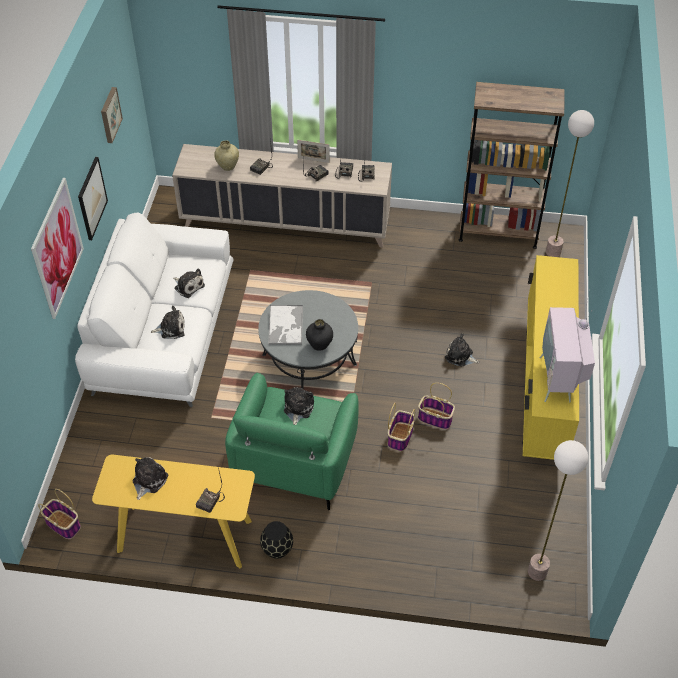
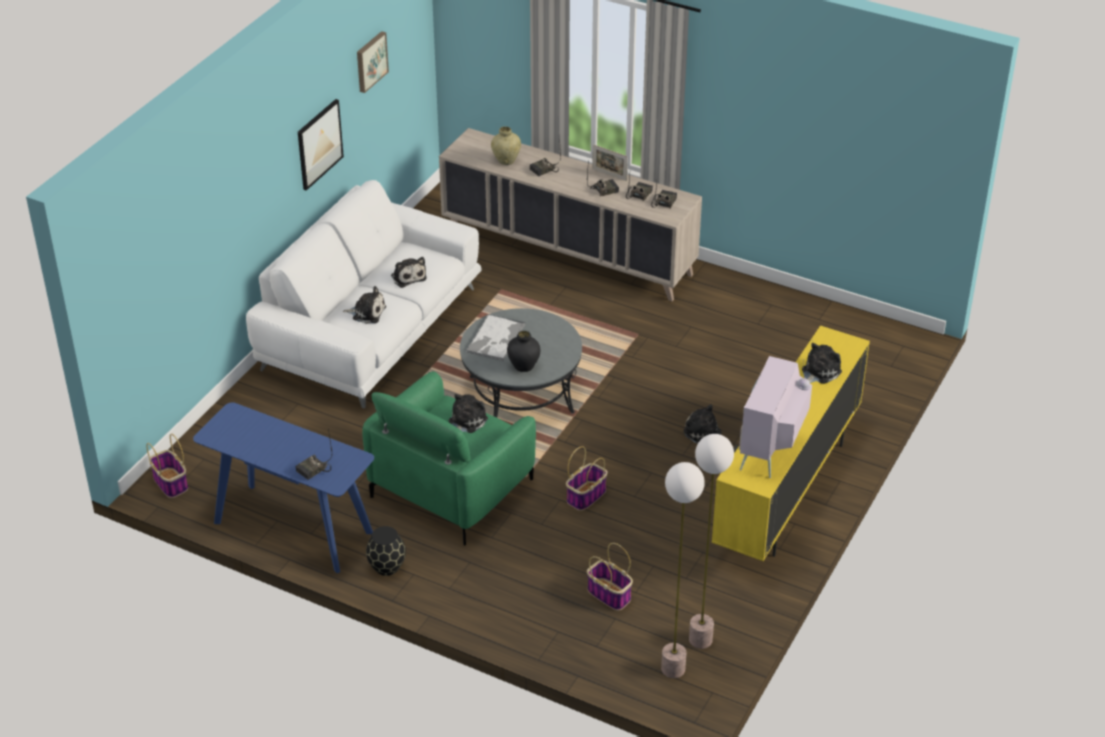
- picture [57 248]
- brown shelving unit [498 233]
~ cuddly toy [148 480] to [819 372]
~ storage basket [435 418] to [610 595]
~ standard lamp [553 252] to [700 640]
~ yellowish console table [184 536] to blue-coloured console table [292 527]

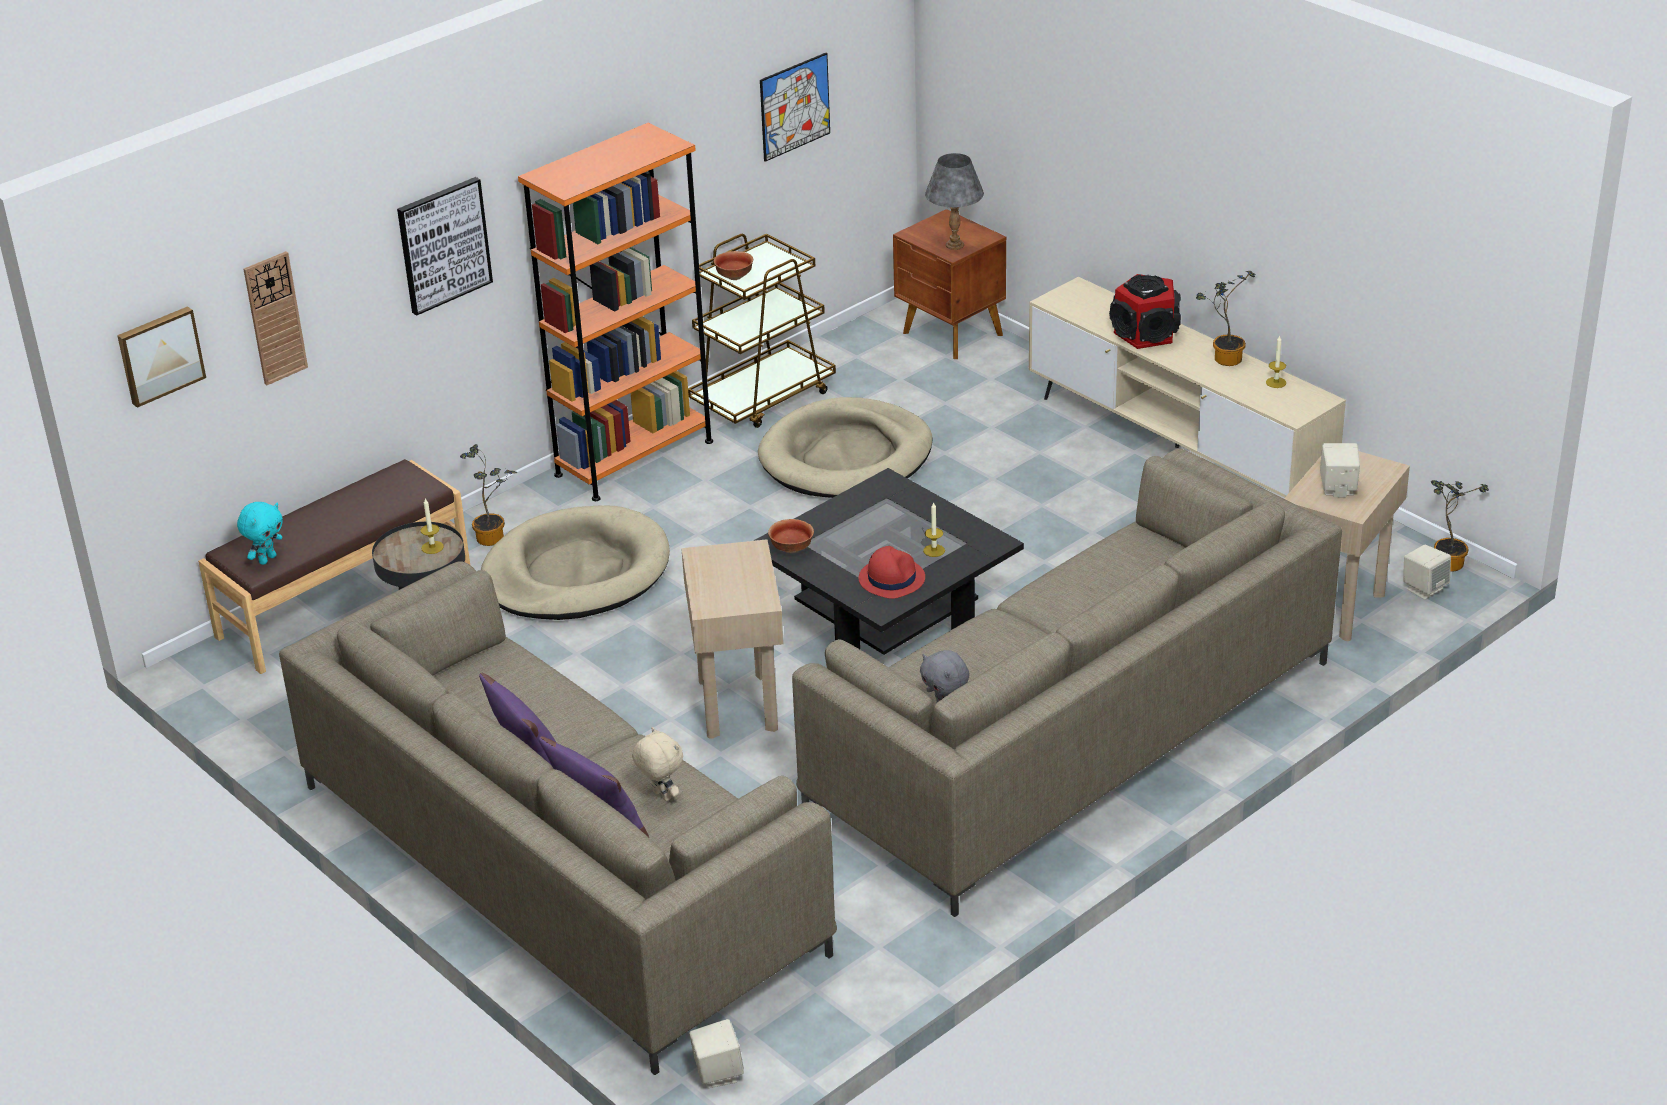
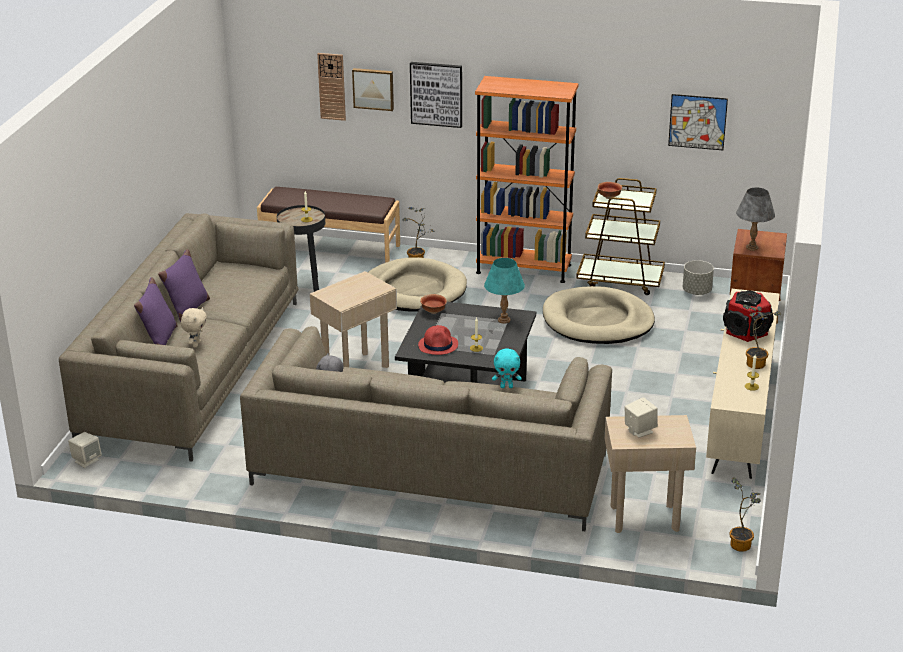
- beige-coloured speaker [1424 588]
+ blue-green lamp for a table [504 320]
+ greyish flower pot [696 291]
~ picture [159 355] to [373 88]
~ blue-green cuddly toy [267 559] to [506 386]

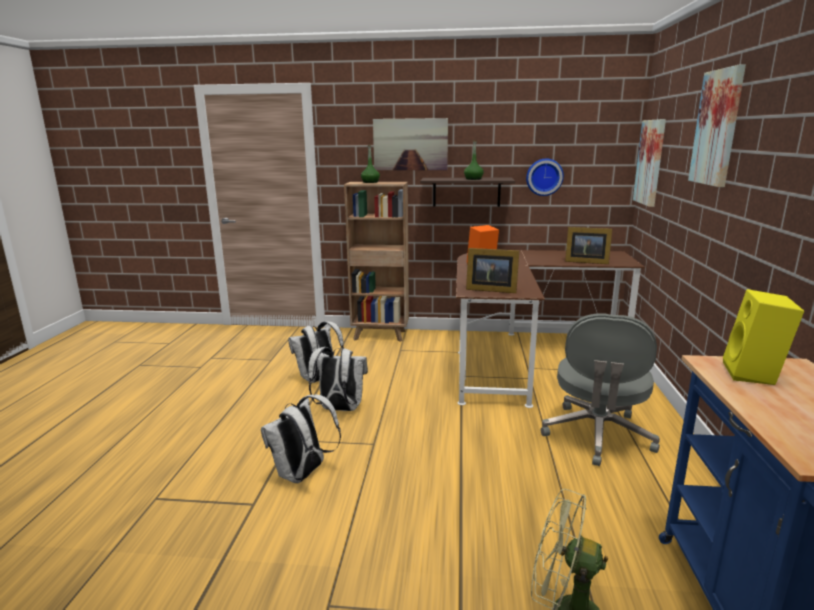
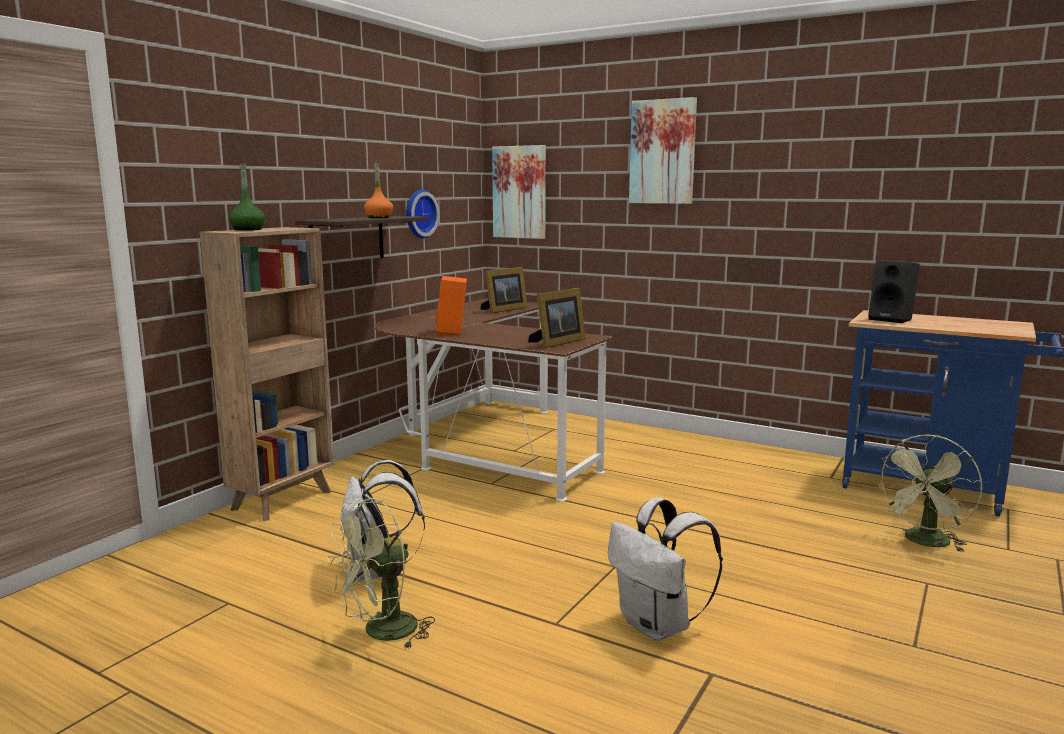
- white rucksack [339 409]
- picture [410 144]
- greyish office chair [597 435]
+ green-coloured fan [381 633]
~ green-coloured drink bottle [473 179] to orange-coloured drink bottle [379 217]
~ yellowish speaker [754 375] to black-coloured speaker [892 319]

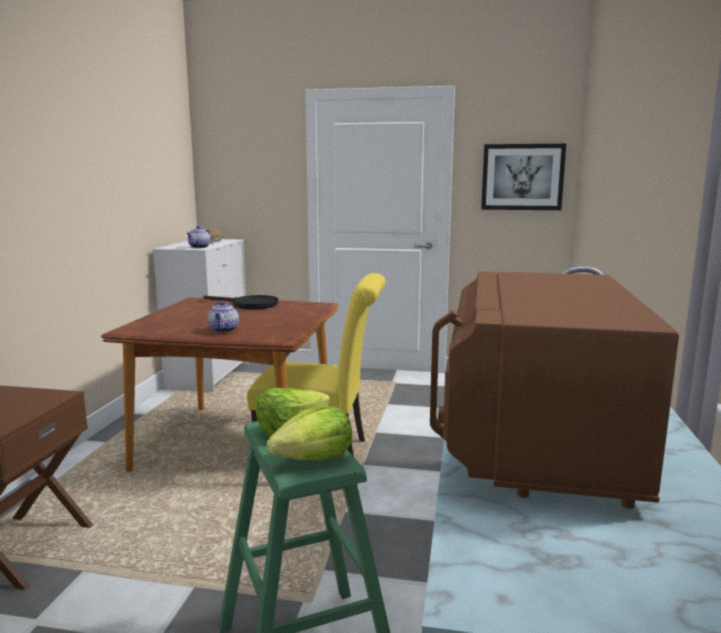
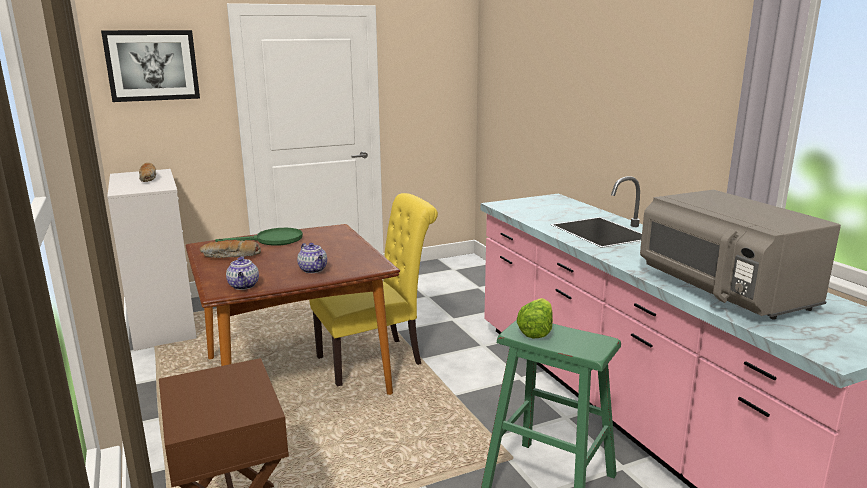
- lettuce head [314 459]
+ bread [231 256]
~ pot for tea [199 247] to [244 286]
~ picture [522 177] to [152 65]
~ black-coloured pan [249 305] to green-coloured pan [272 240]
~ brown kitchen microwave [533 439] to greyish kitchen microwave [724 291]

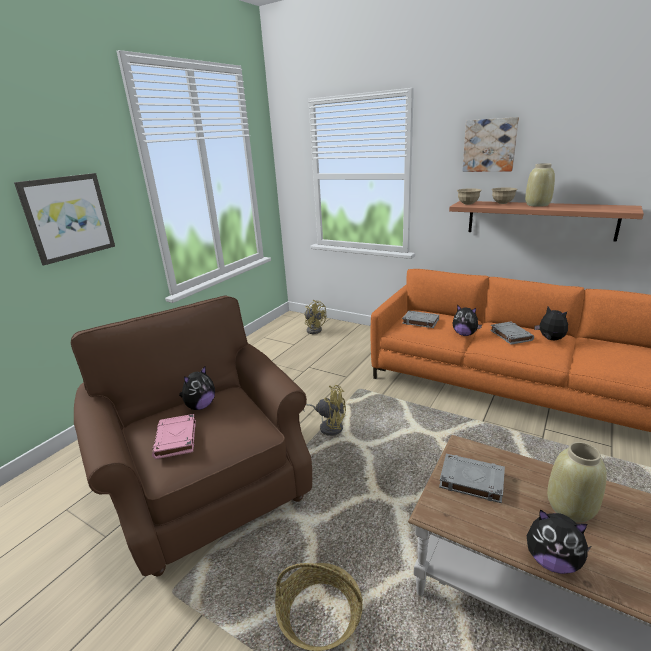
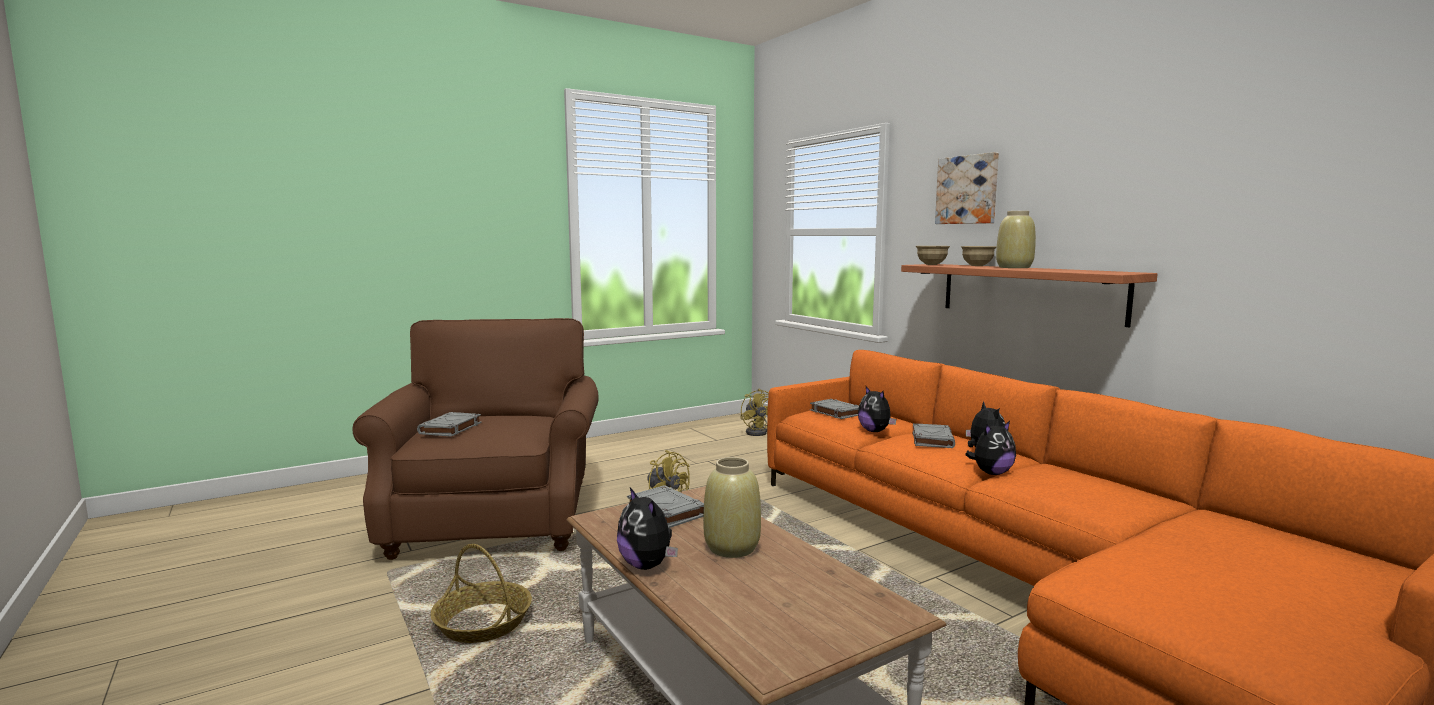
- picture [68 217]
~ cuddly toy [200 406] to [991 473]
~ pinkish book [176 439] to greyish book [450 428]

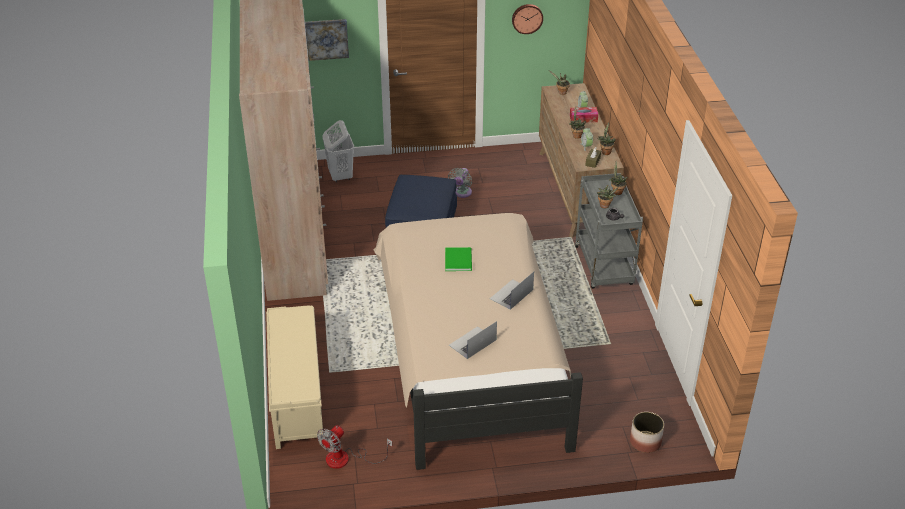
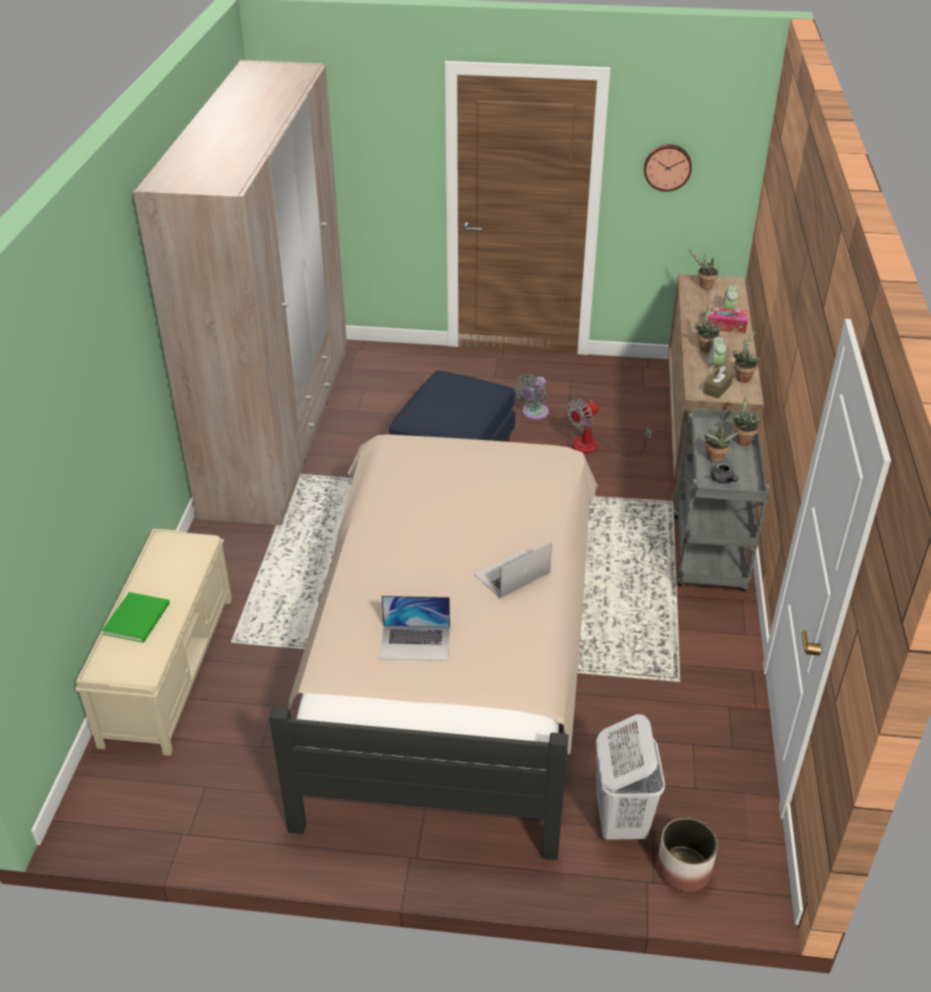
- picture [326 39]
~ fan [346 459] to [595 446]
~ white hamper [340 176] to [621 820]
~ green-coloured book [459 259] to [139 618]
~ notebook computer [472 342] = [415 642] 150 degrees counterclockwise

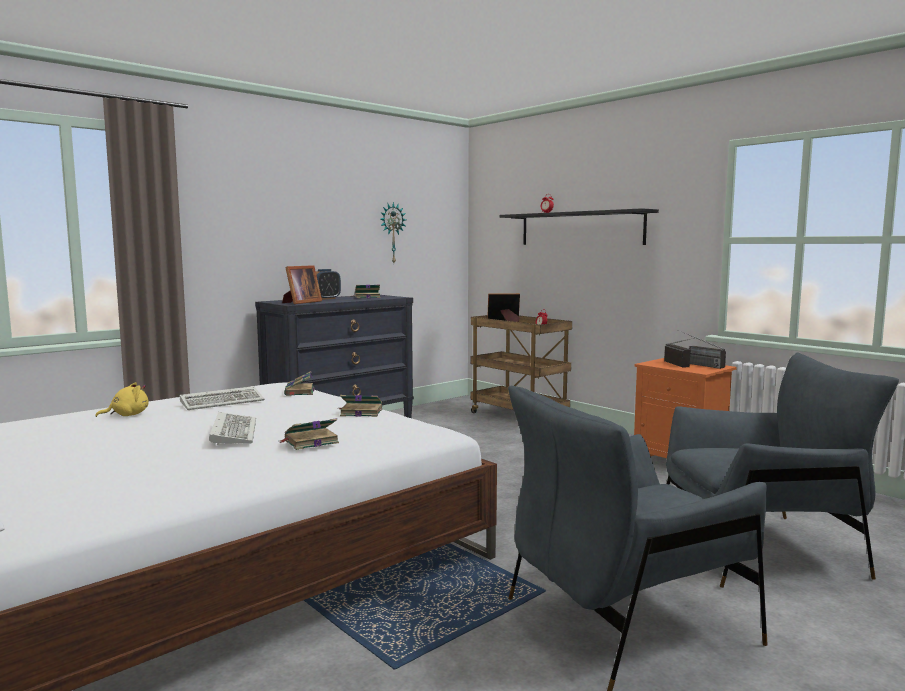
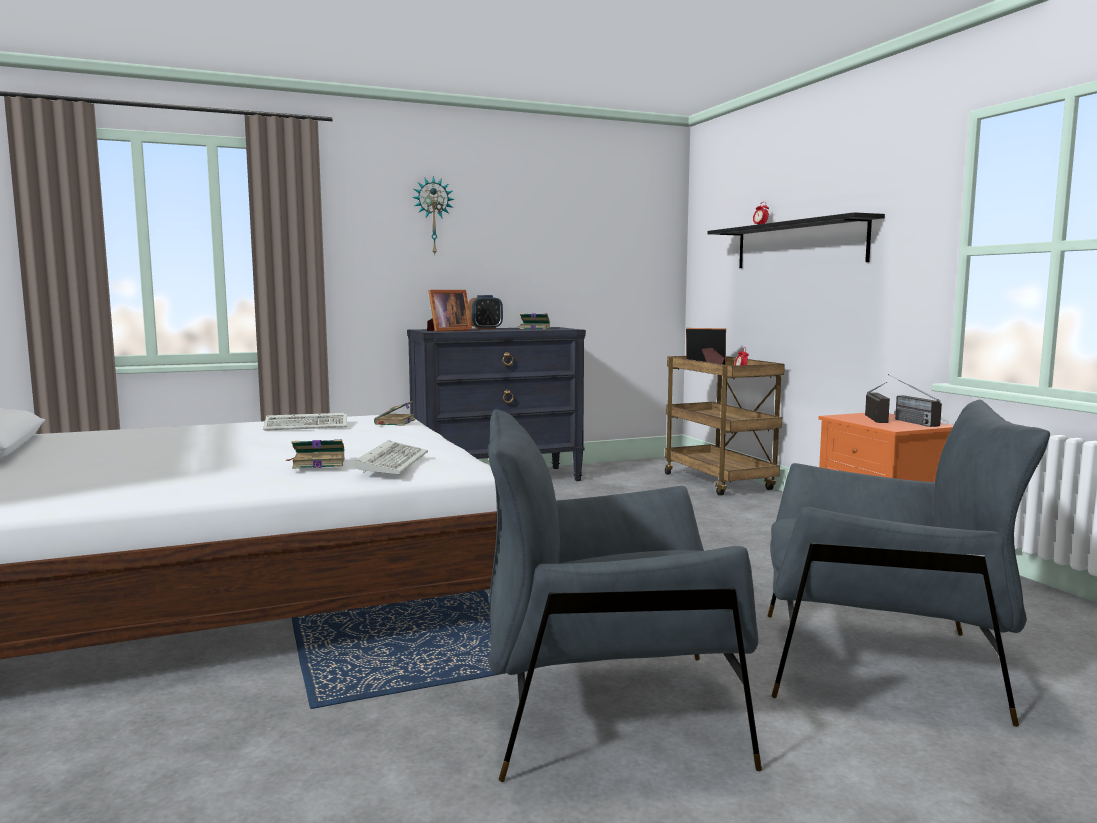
- yellowish cuddly toy [127 415]
- book [360 412]
~ PC keyboard [232 432] to [392 462]
~ wall clock [391 233] to [433 216]

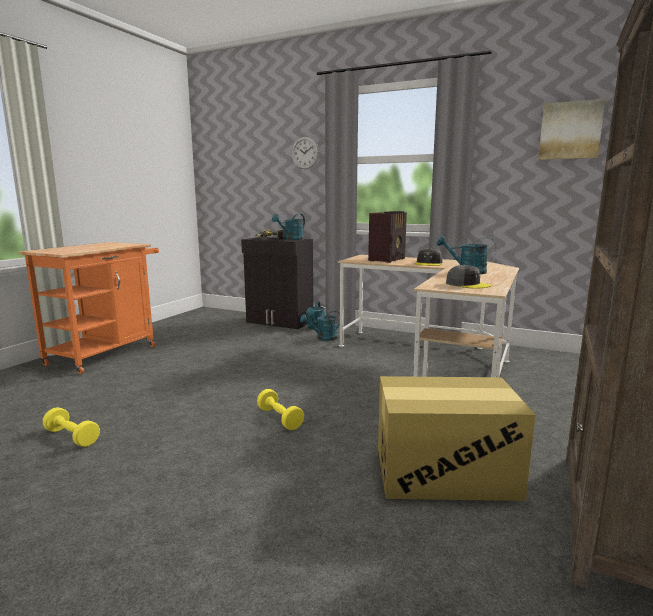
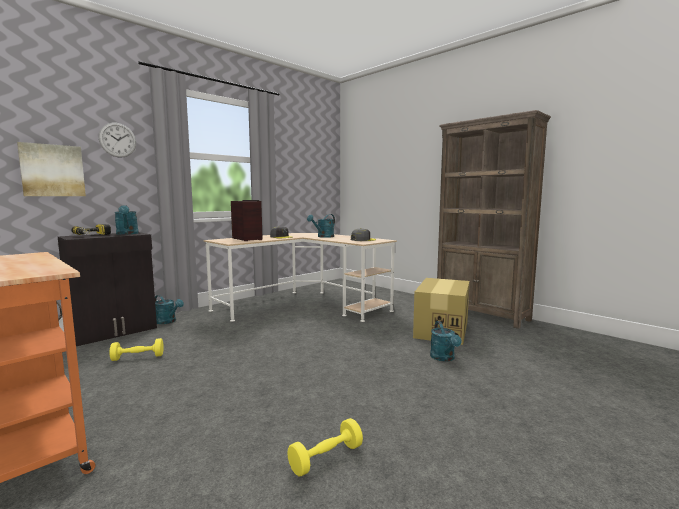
~ yellowish hand weight [280 418] to [138 357]
~ blue-green sprinkling can [323 338] to [444 358]
~ picture [570 130] to [52 170]

